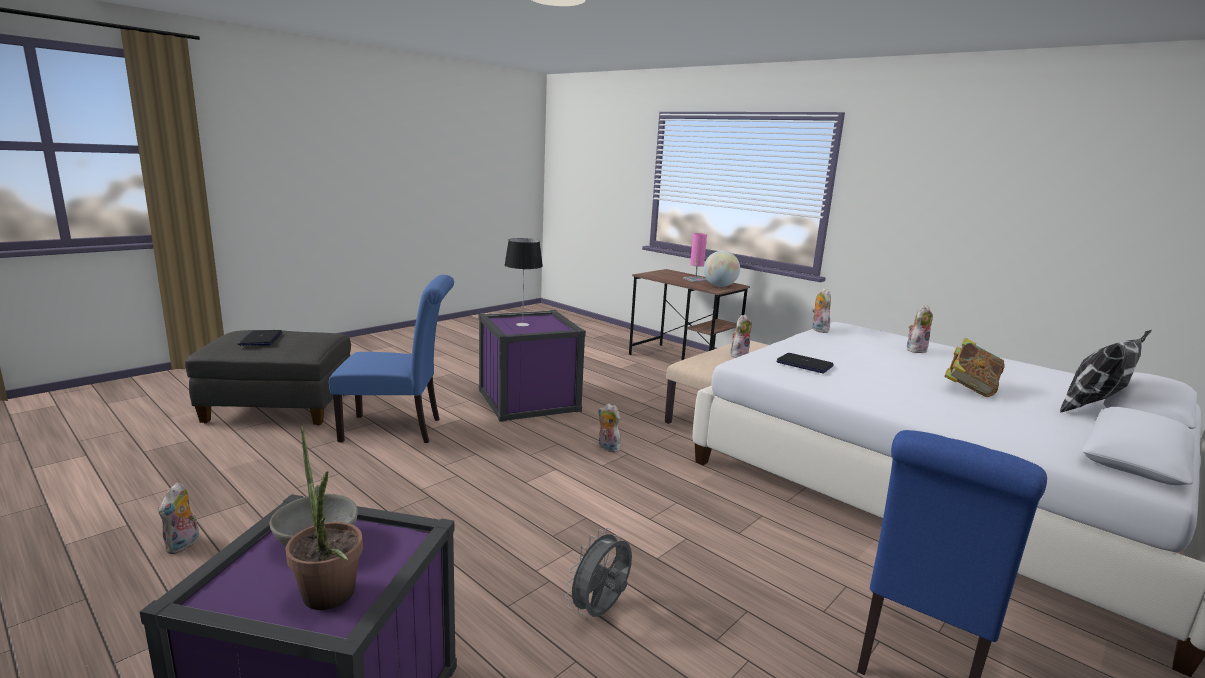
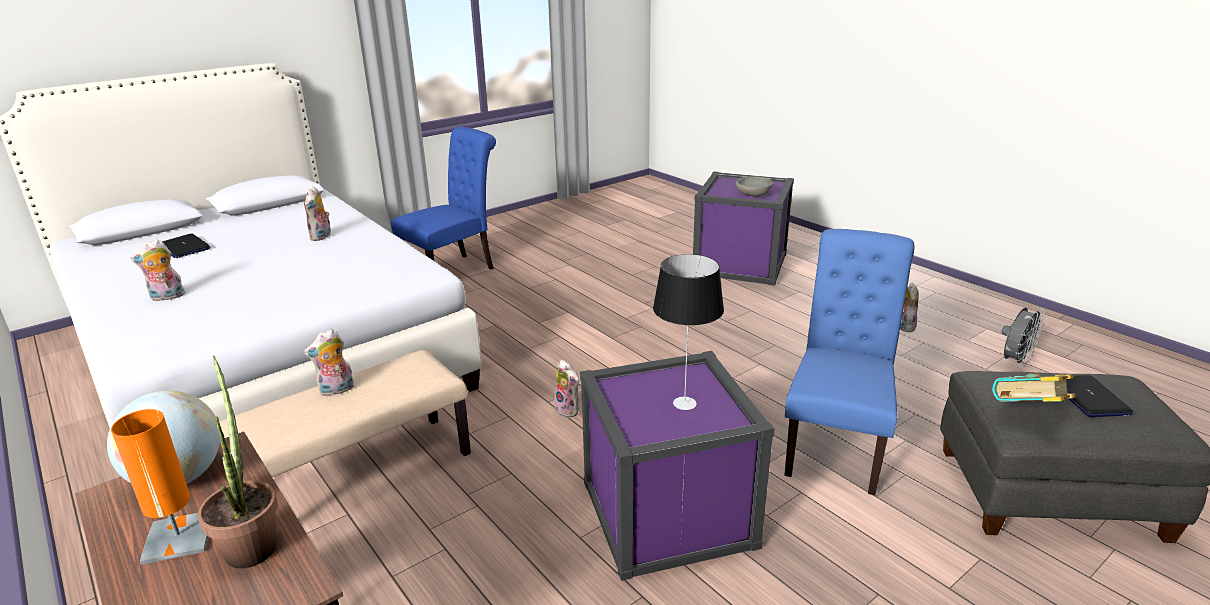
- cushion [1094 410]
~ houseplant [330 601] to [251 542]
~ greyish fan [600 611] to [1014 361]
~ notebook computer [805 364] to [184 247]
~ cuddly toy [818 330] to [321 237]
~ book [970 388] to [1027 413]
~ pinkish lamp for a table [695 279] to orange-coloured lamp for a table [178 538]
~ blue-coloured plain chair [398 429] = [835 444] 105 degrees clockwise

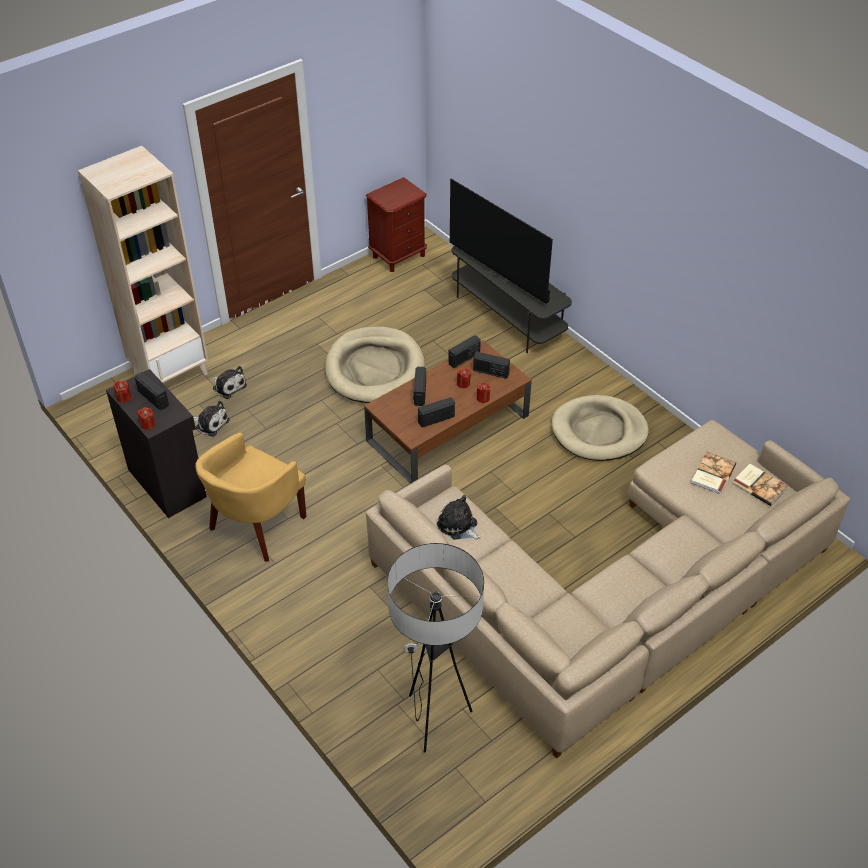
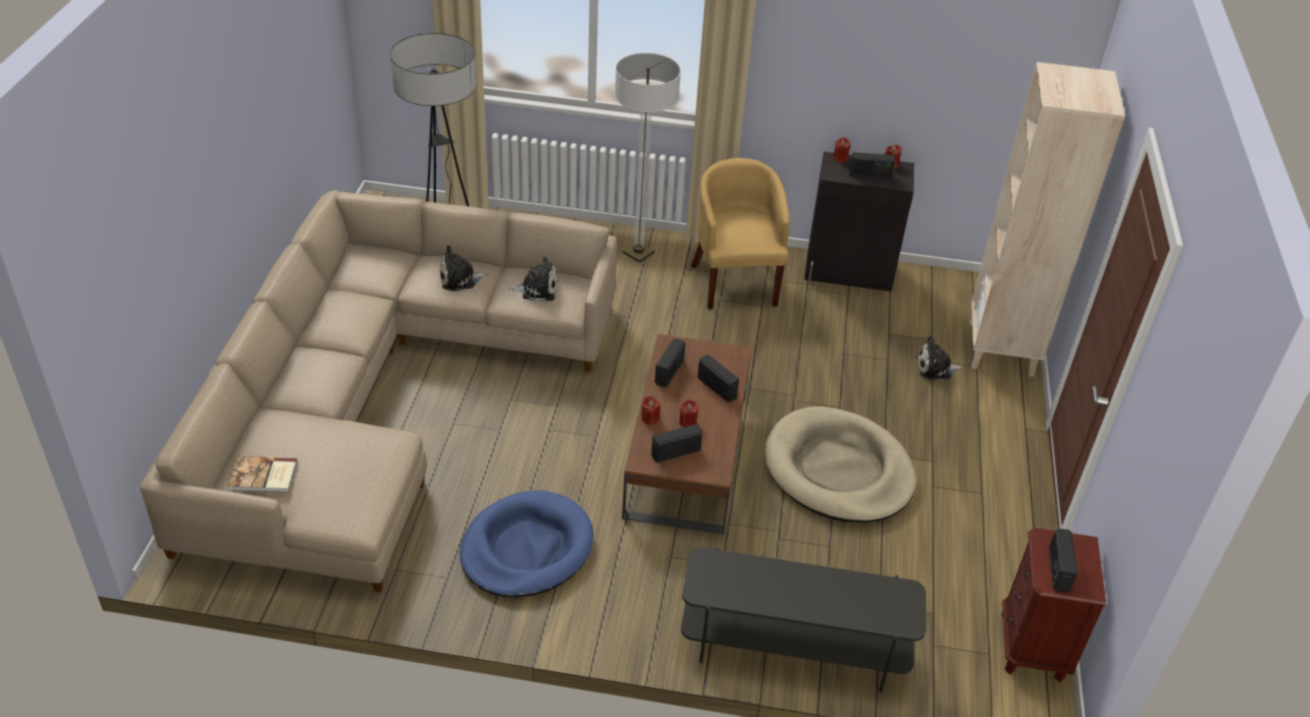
- television [502 274]
- book [712 474]
+ standard lamp [638 253]
~ cuddly toy [210 423] to [460 279]
~ radio set [464 358] to [1058 570]
~ beige-coloured dog cushion [599 431] to blue-coloured dog cushion [526 548]

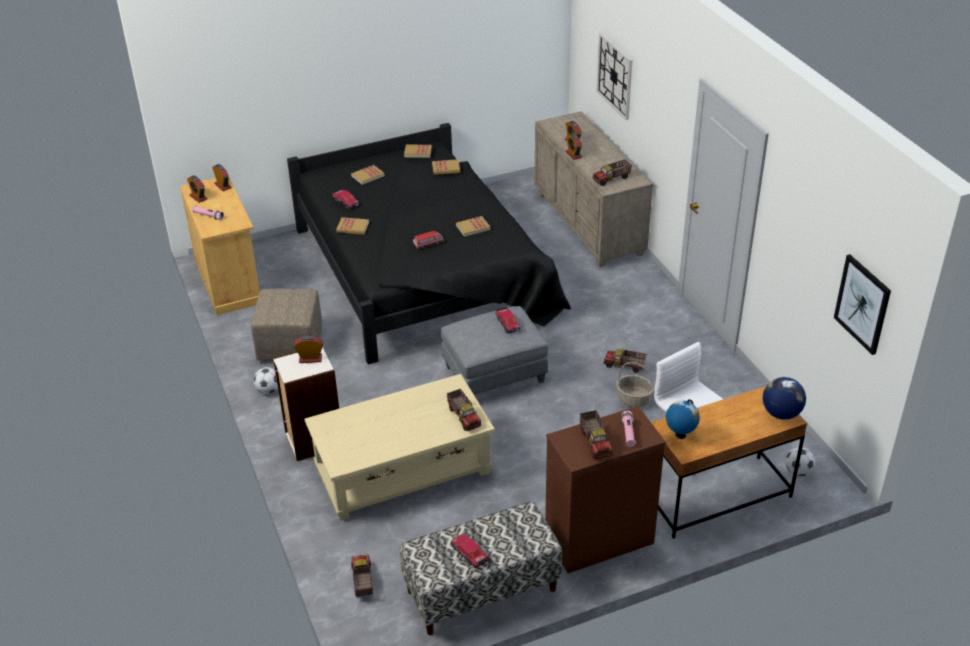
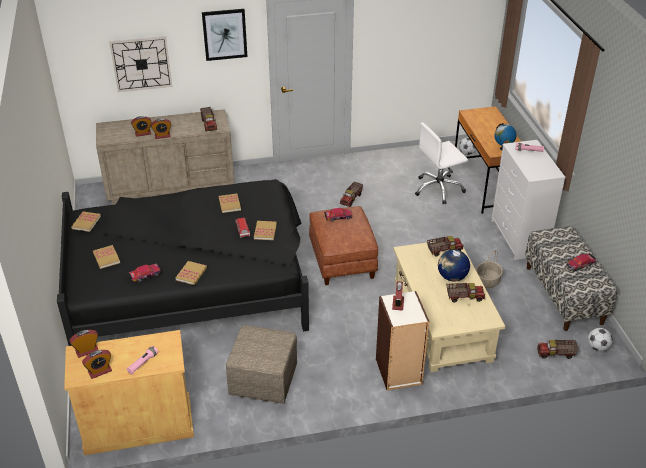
~ football [268 390] to [597 347]
~ book [446 168] to [265 231]
~ model truck [595 442] to [464 297]
~ storage basket [634 399] to [487 281]
~ globe [781 413] to [452 277]
~ picture [862 304] to [224 34]
~ greyish footrest [495 373] to brown footrest [341 260]
~ brown dresser [598 540] to white dresser [519 238]

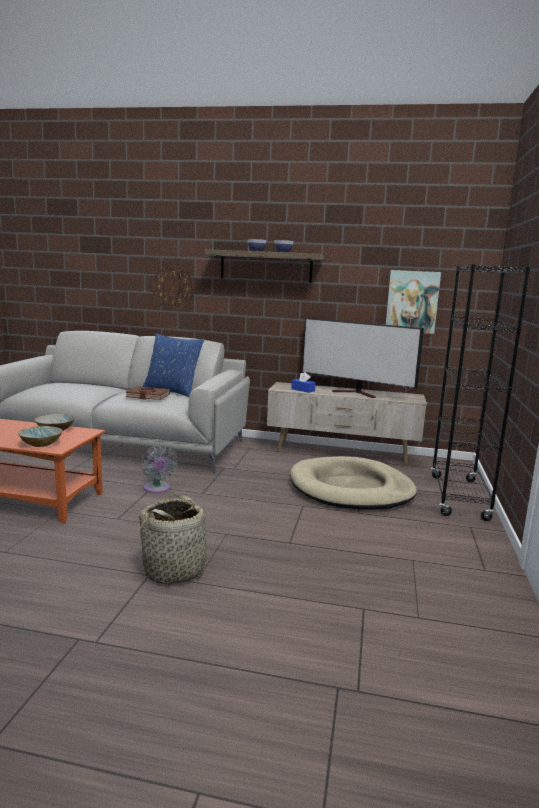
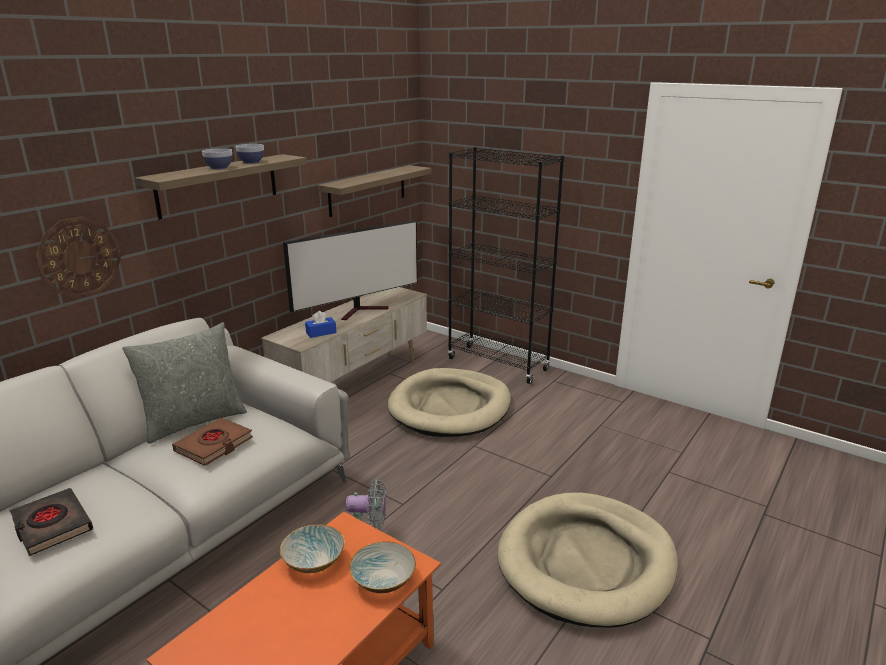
+ black-coloured book [52 525]
~ storage basket [175 570] to beige-coloured dog cushion [586 562]
~ picture [412 301] to wall shelf [367 190]
~ blue-coloured cushion [172 391] to greyish cushion [194 421]

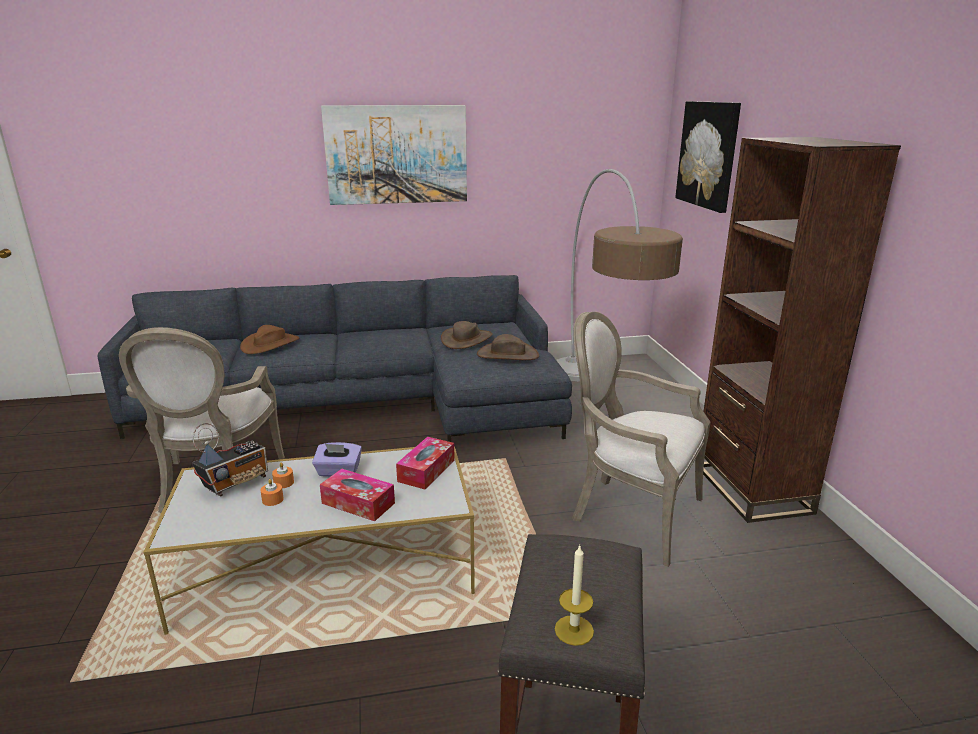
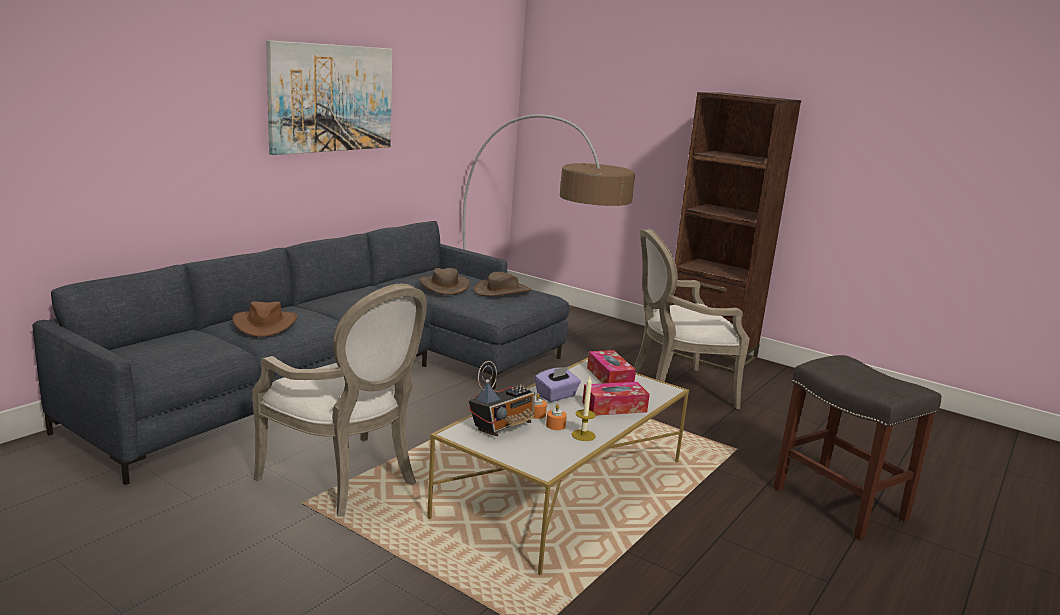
- picture [708 154]
~ wax light [574 630] to [583 435]
~ radio set [236 483] = [502 426] 45 degrees clockwise

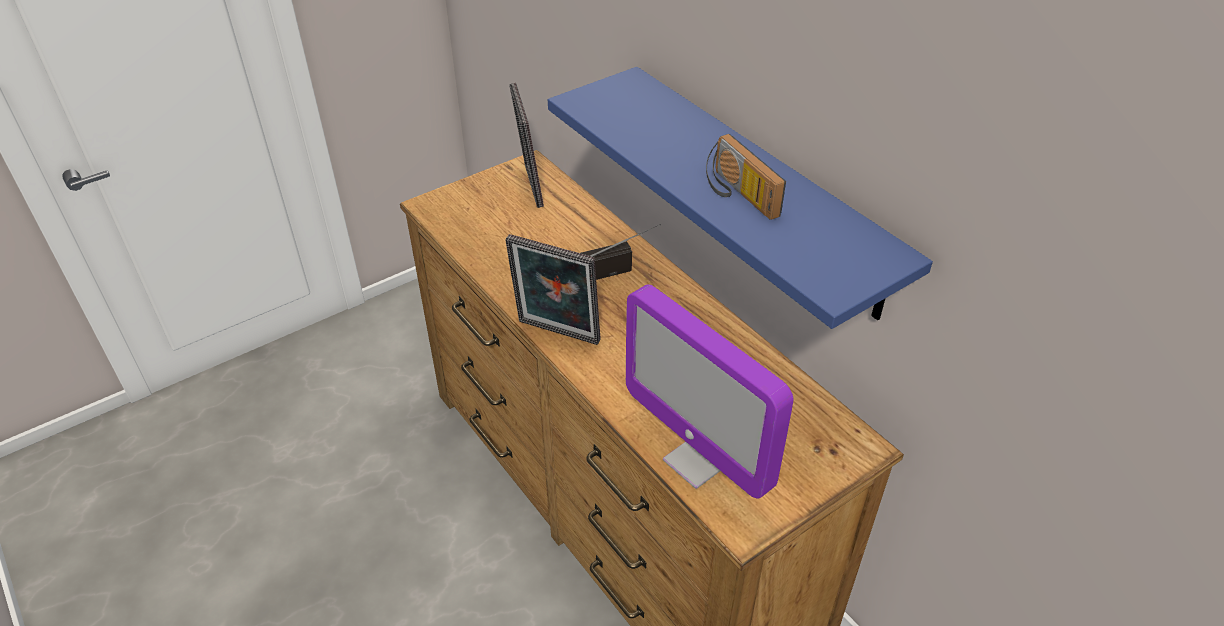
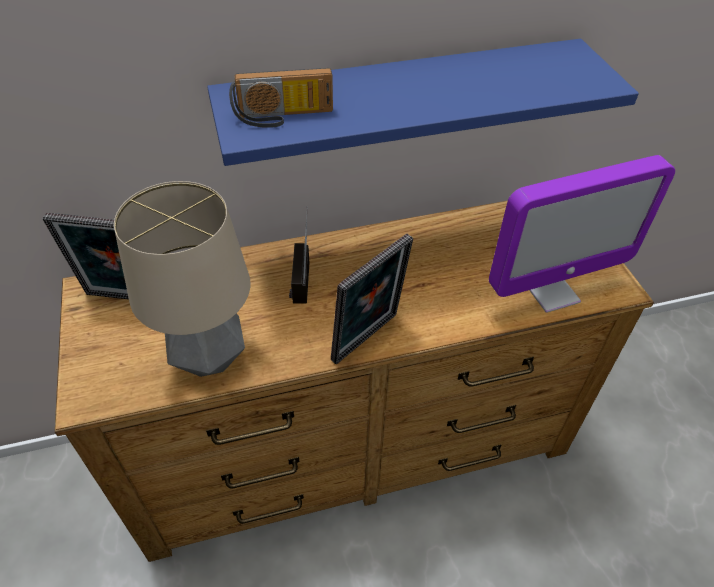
+ lamp for a table [210 359]
~ radio set [737 194] to [283 117]

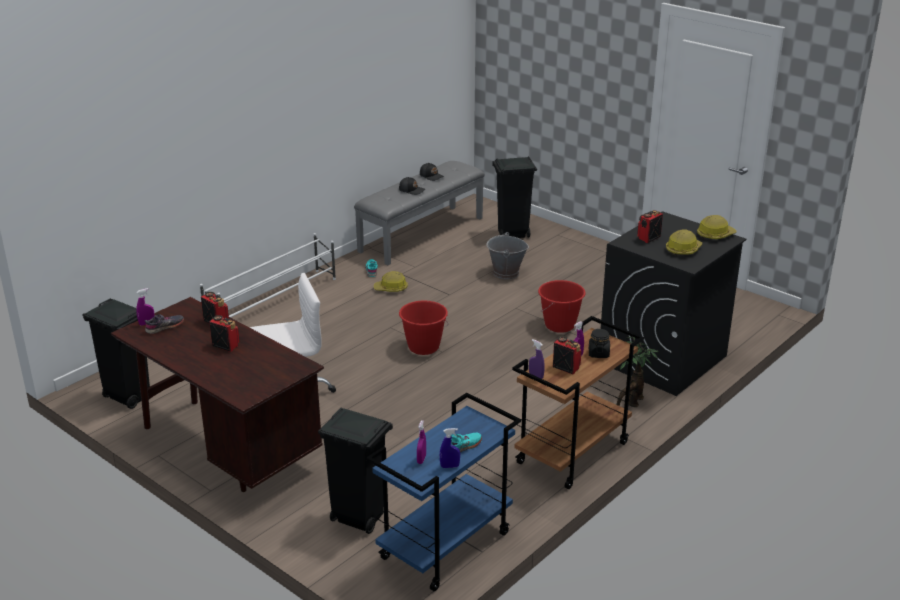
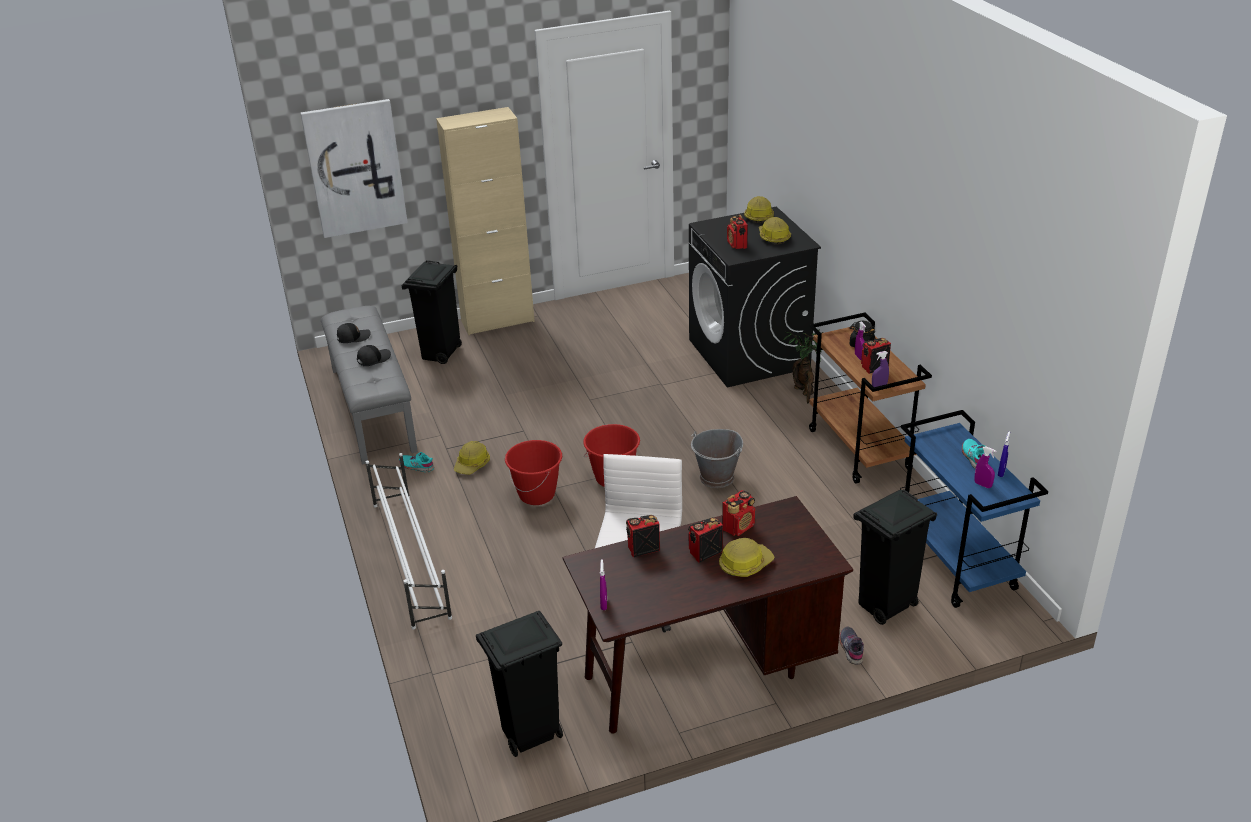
+ picture [355 168]
+ beige-coloured cupboard [497 321]
+ safety helmet [745 564]
+ radio set [738 527]
~ greyish low shoe [165 327] to [851 648]
~ greyish water bucket [505 273] to [717 477]
~ red-coloured water bucket [560 325] to [537 494]

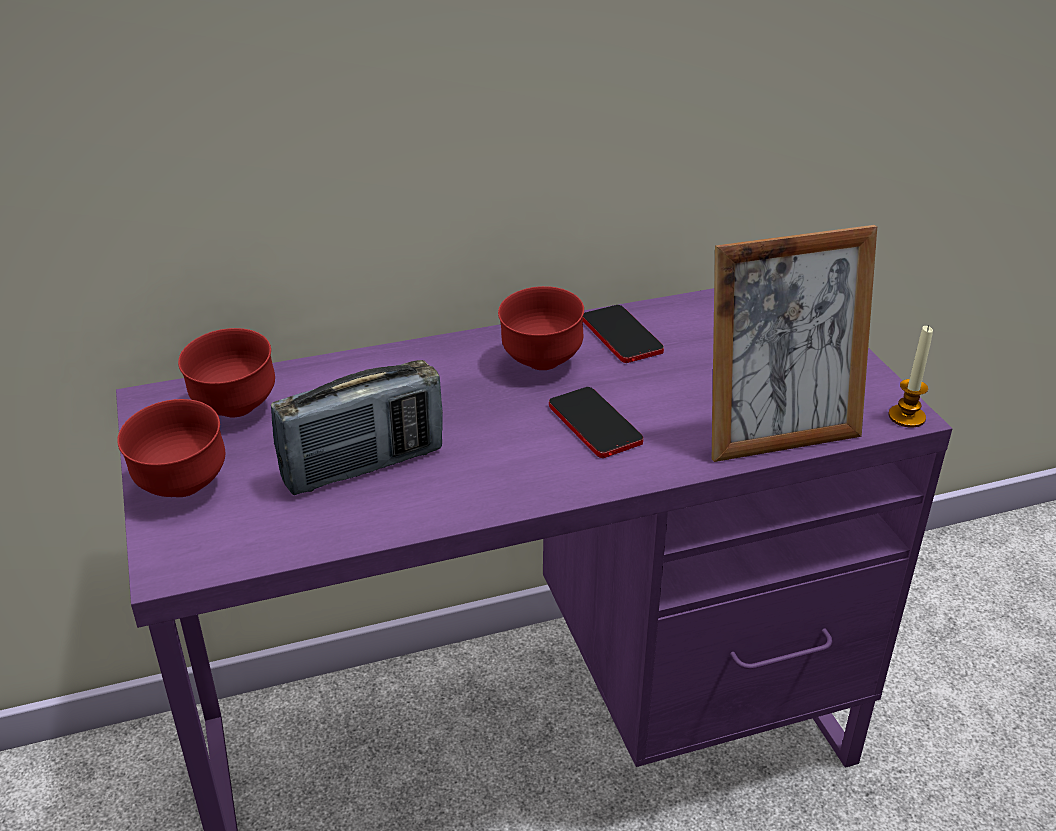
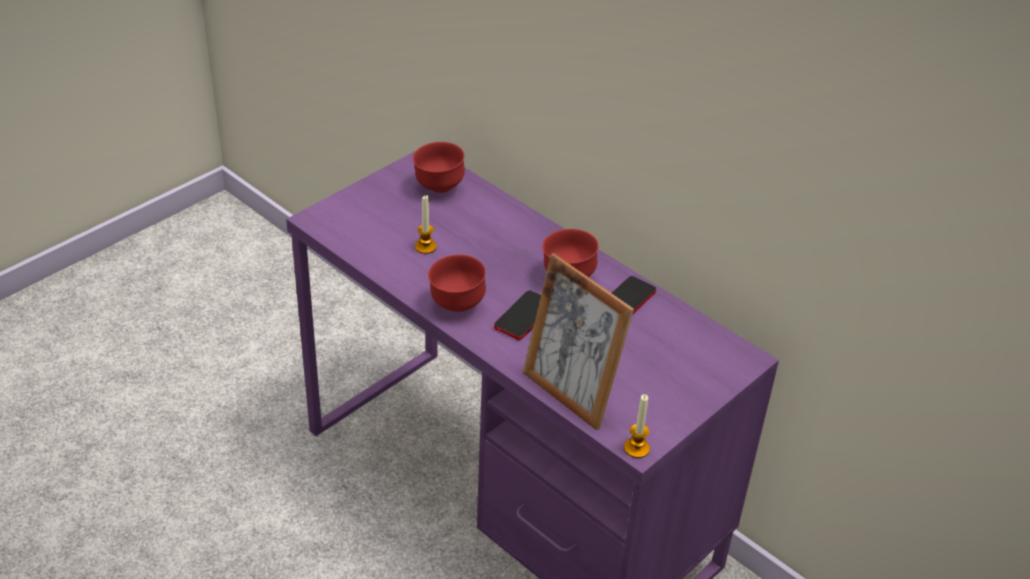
~ red-coloured deep dish [182 488] to [456 305]
~ radio set [363 466] to wax light [425 247]

